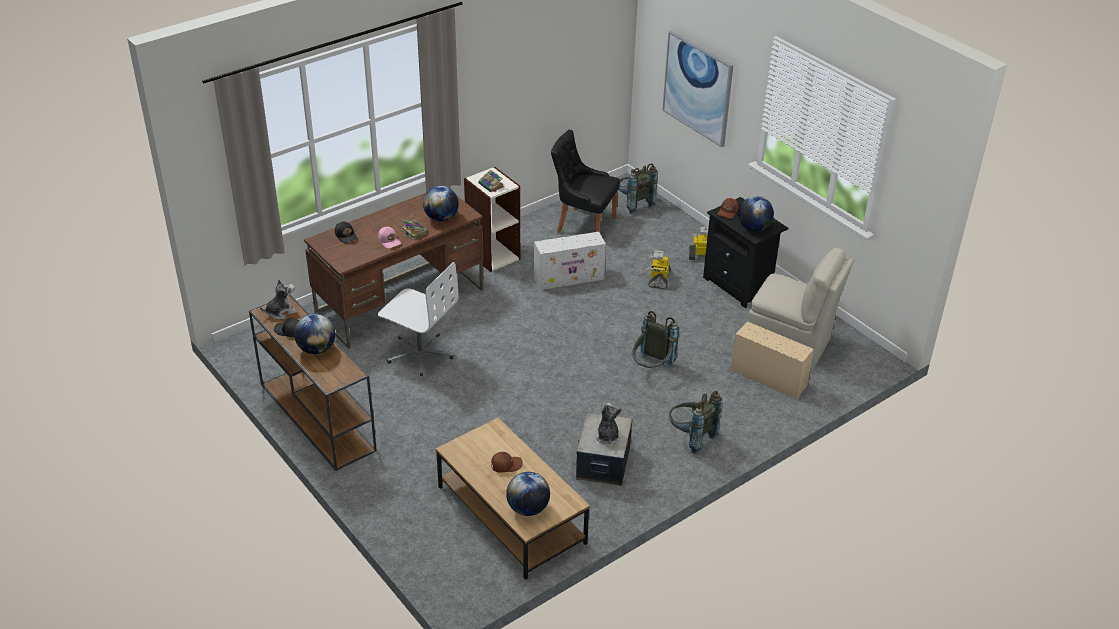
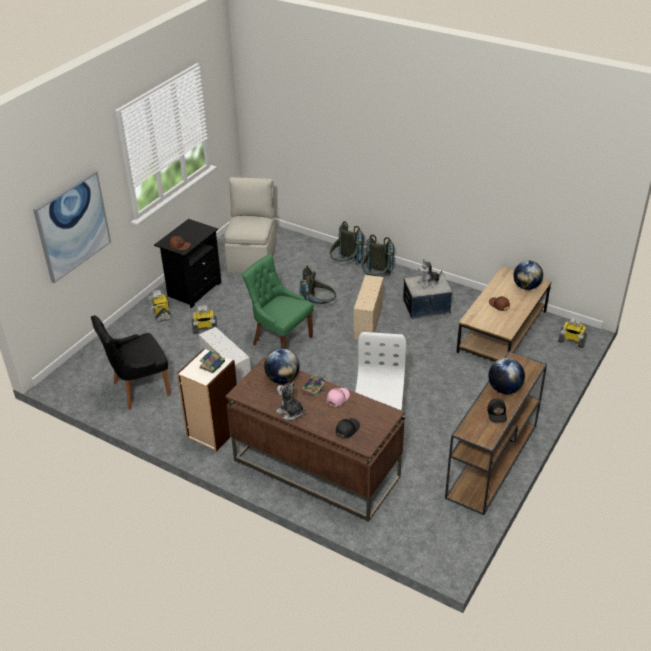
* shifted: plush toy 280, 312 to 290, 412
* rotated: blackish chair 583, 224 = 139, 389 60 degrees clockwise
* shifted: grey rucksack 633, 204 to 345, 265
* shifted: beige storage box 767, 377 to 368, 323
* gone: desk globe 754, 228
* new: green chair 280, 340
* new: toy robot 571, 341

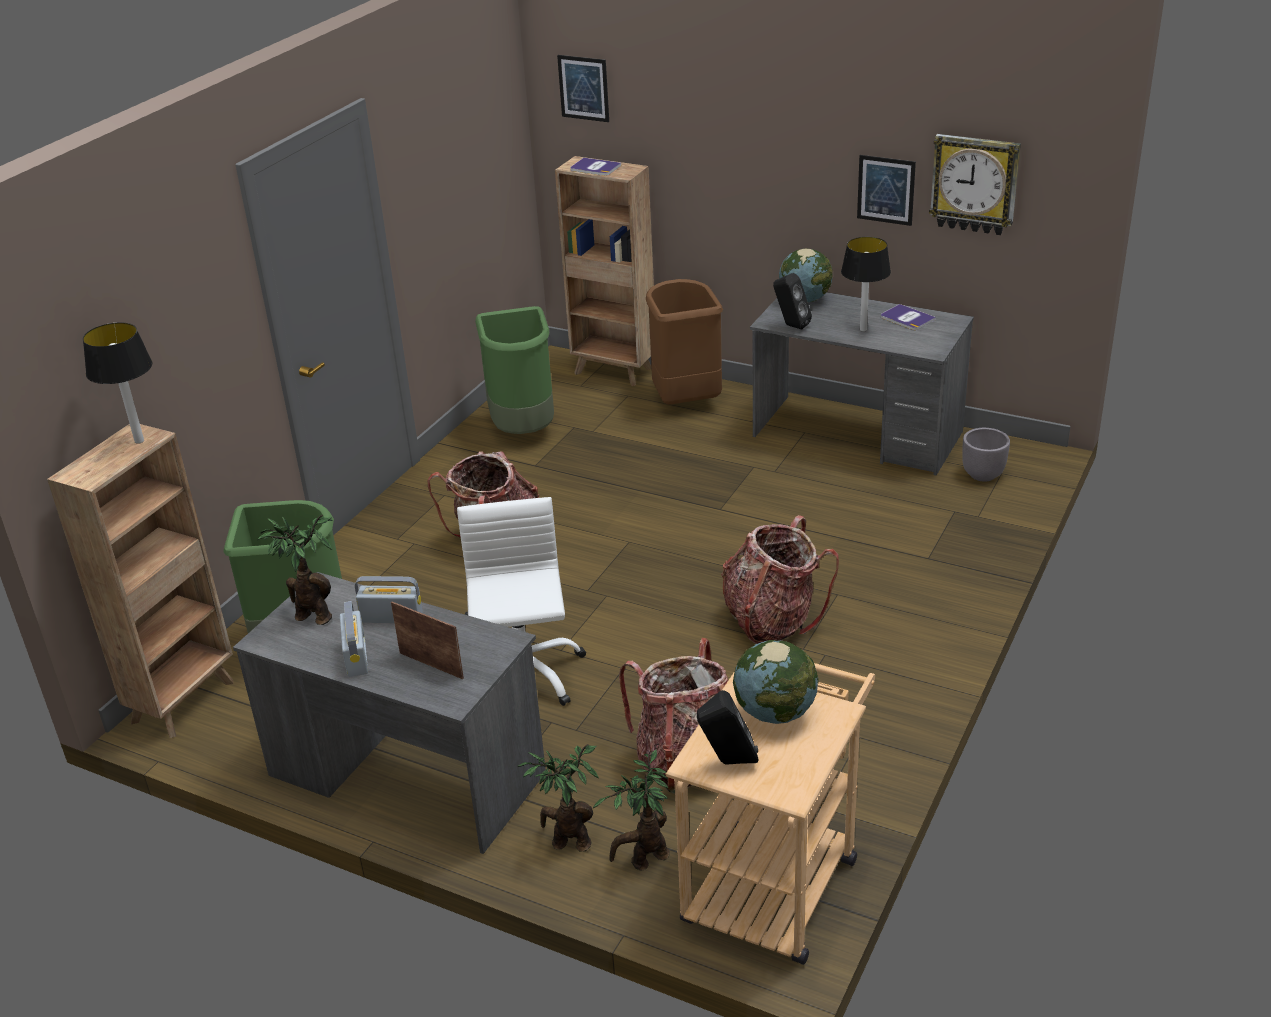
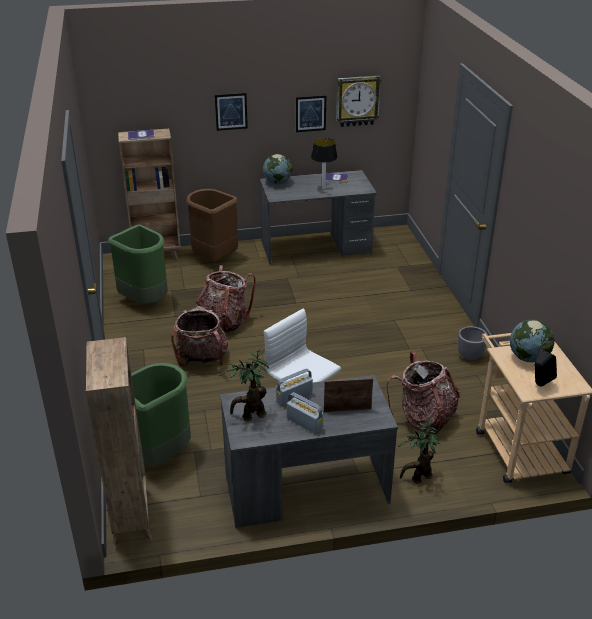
* gone: table lamp 138, 441
* shifted: picture 583, 88 to 231, 111
* gone: potted plant 644, 859
* shifted: rucksack 772, 620 to 224, 321
* gone: blackish loudspeaker 790, 326
* shifted: grey plant pot 983, 475 to 470, 355

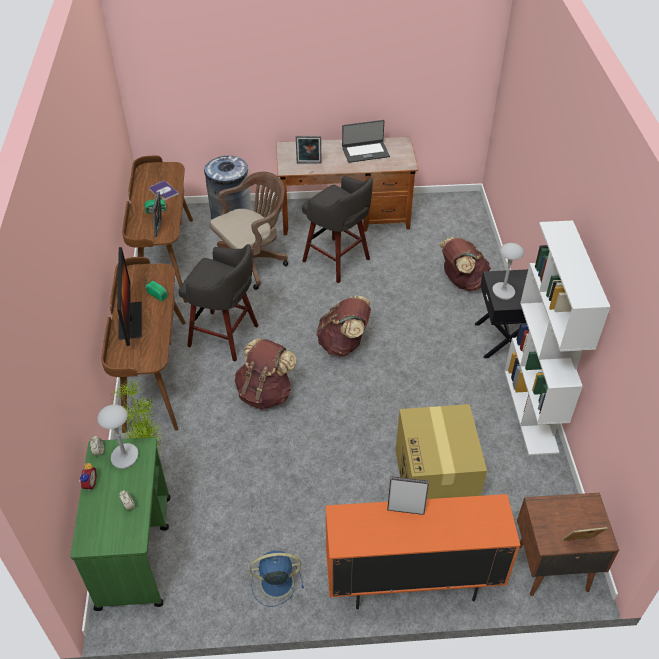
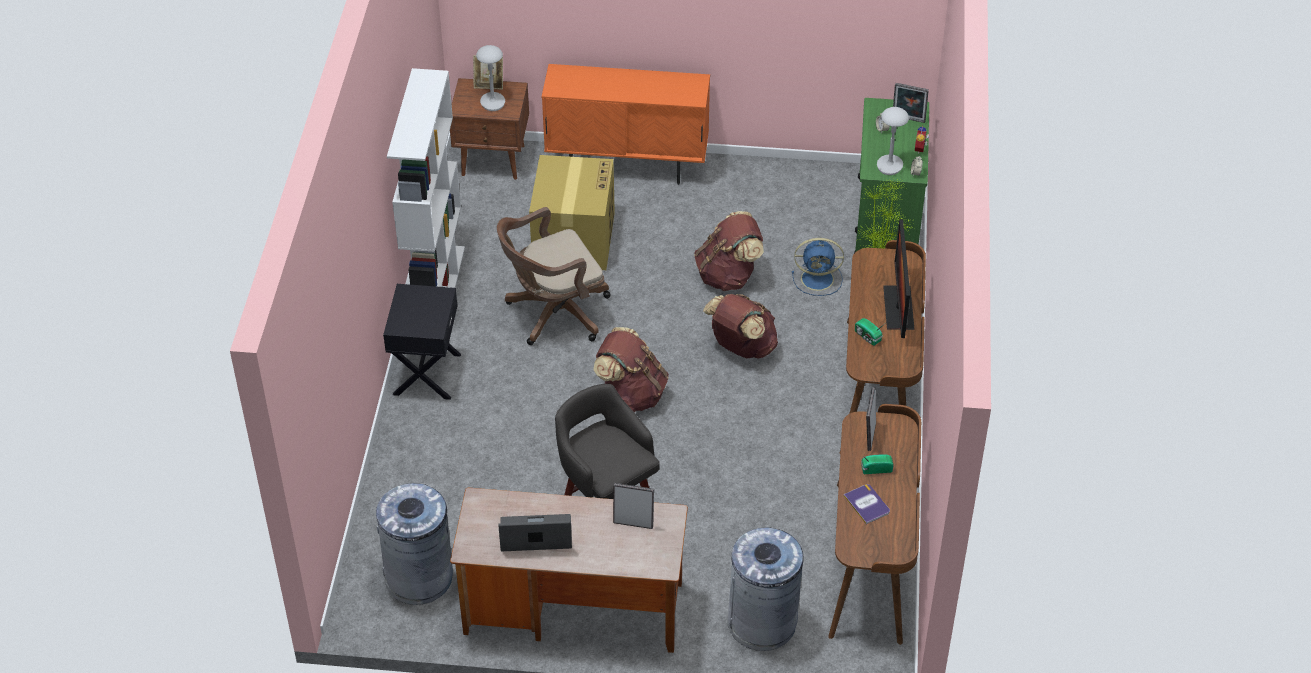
* gone: grey sitting stool 225, 336
* shifted: brown-coloured computer chair 252, 262 to 553, 314
* shifted: blue fan 275, 582 to 819, 279
* shifted: photo frame 406, 509 to 908, 120
* shifted: brown-coloured rucksack 461, 281 to 728, 276
* shifted: grey table lamp 503, 292 to 493, 102
* new: grey trash can 419, 578

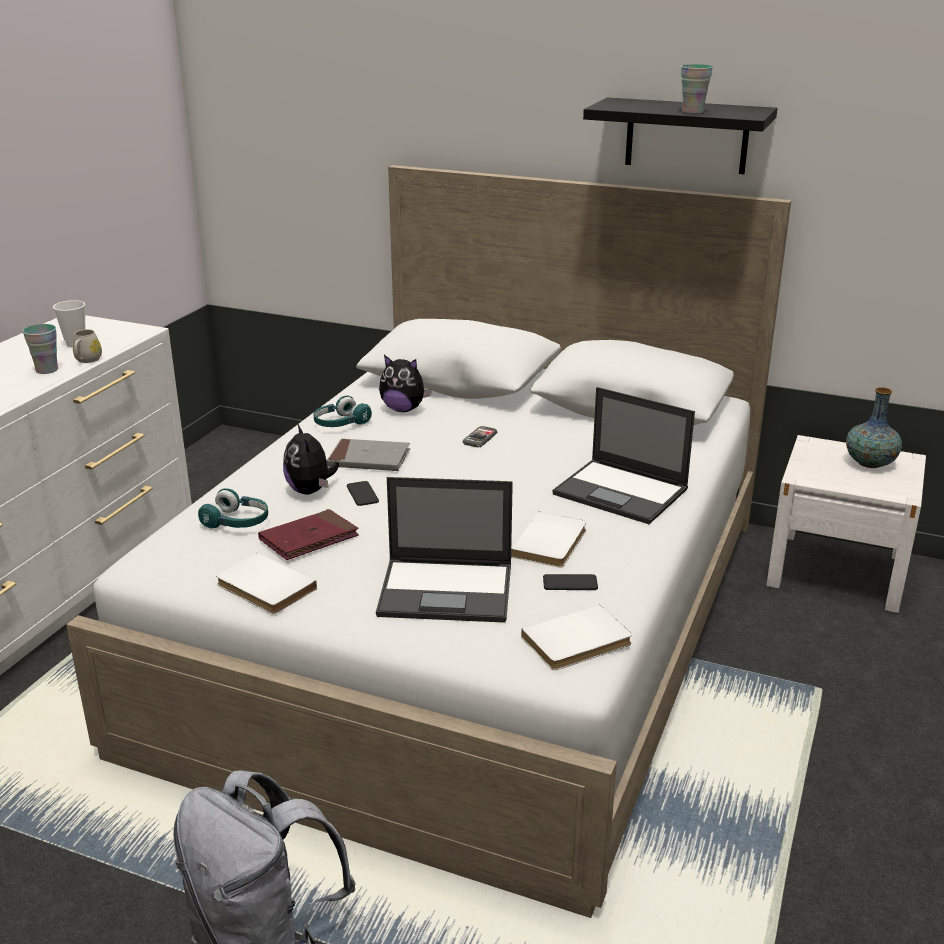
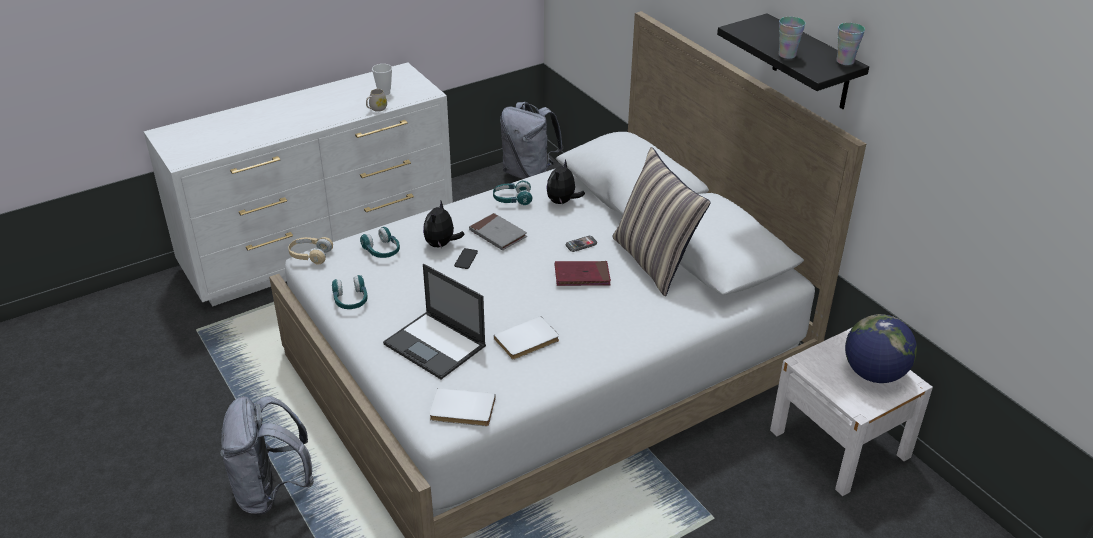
* shifted: drinking cup 47, 370 to 845, 61
* swapped: white bound book 263, 588 to turquoise headset 350, 300
* shifted: red bound book 309, 539 to 582, 276
* rotated: plush toy 403, 409 = 562, 202 60 degrees clockwise
* gone: handset 570, 583
* gone: portable computer 622, 492
* swapped: vase 869, 463 to desk globe 874, 374
* new: beige headset 310, 255
* new: grey rucksack 529, 174
* new: throw pillow 654, 262

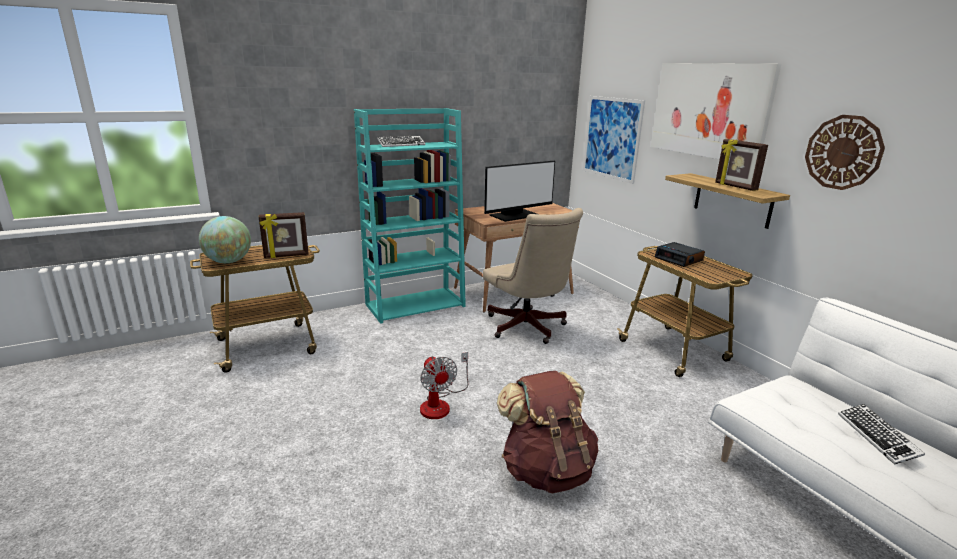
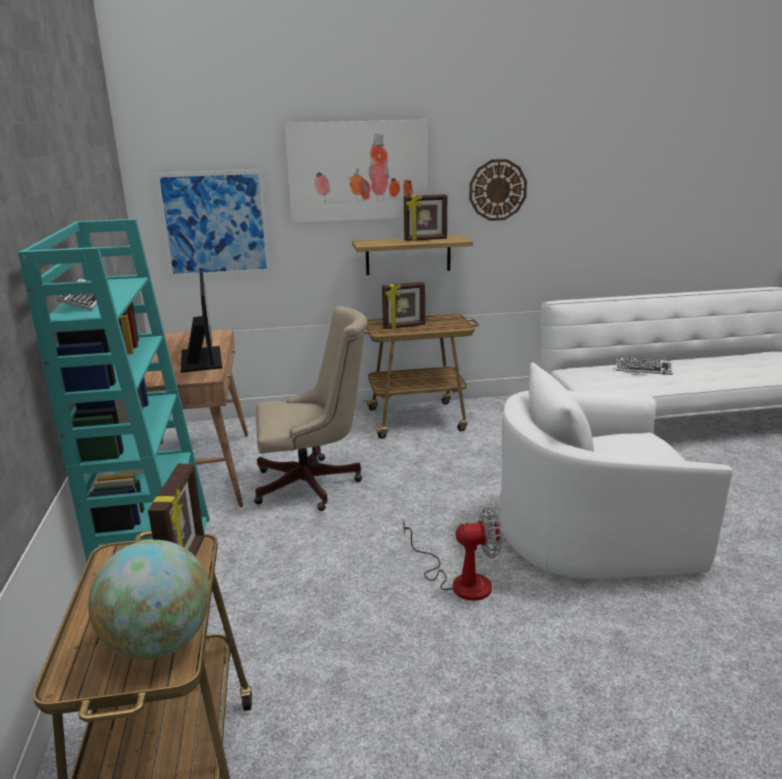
* swapped: brown-coloured rucksack 546, 470 to white lounge chair 592, 533
* swapped: bedside clock 679, 259 to photo frame 404, 326

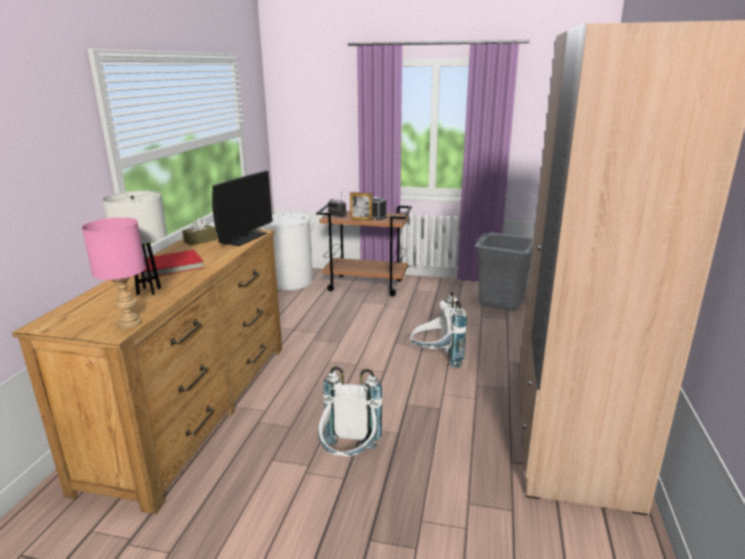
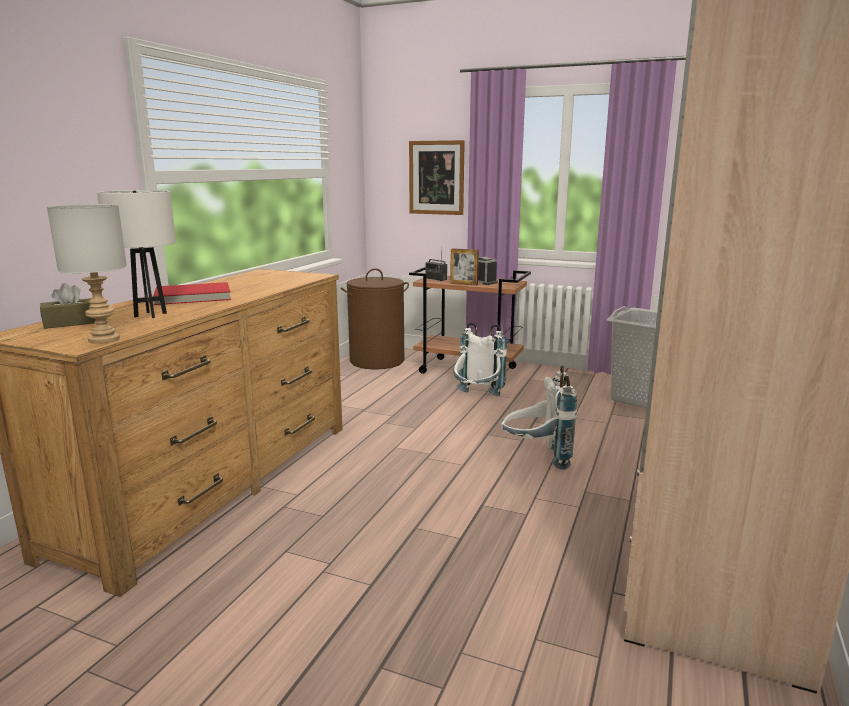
* repainted: pink-coloured table lamp 129, 323 to grey table lamp 103, 339
* shifted: brown-coloured tissue holder 200, 241 to 71, 323
* gone: monitor 245, 238
* repainted: white hamper 290, 281 to brown-coloured hamper 377, 361
* shifted: white rucksack 349, 458 to 477, 399
* new: picture 436, 177

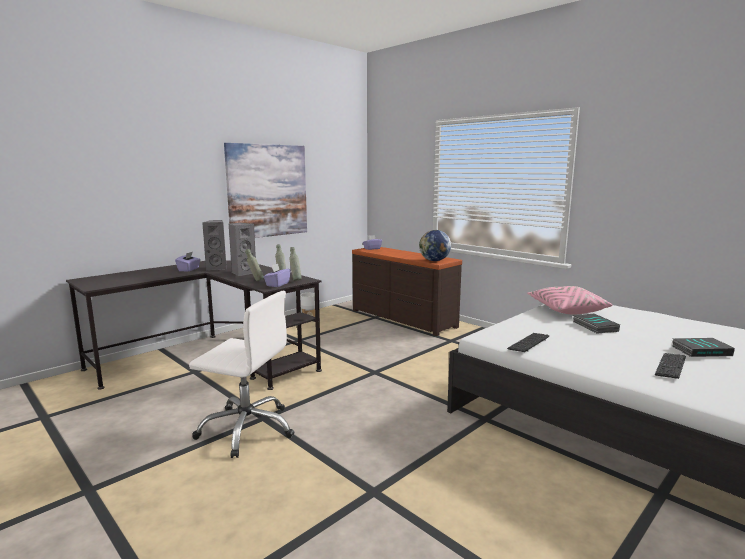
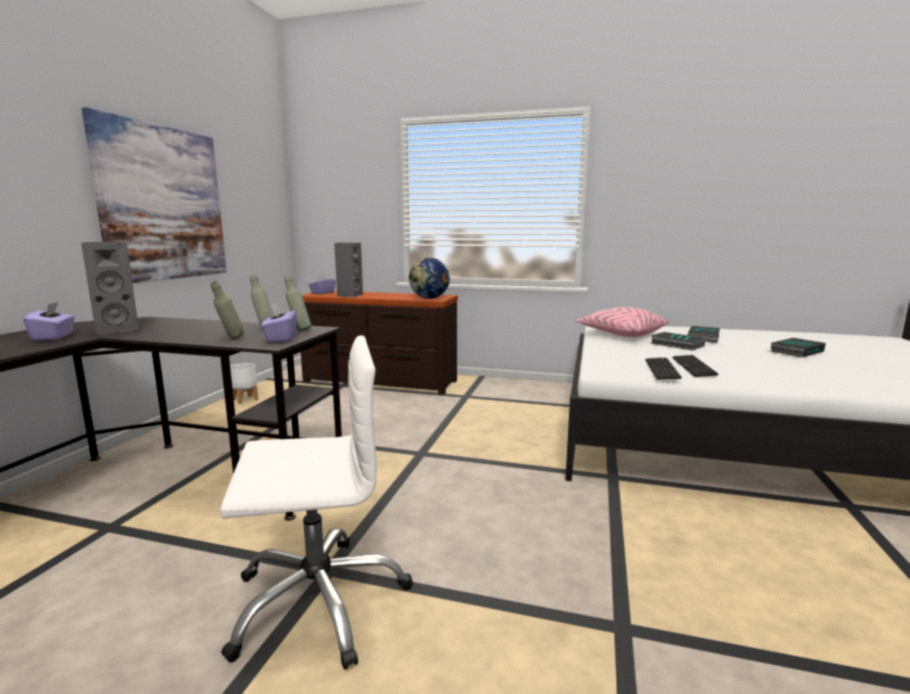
* shifted: grey loudspeaker 243, 273 to 349, 295
* shifted: computer keyboard 670, 367 to 693, 367
* new: bound book 704, 337

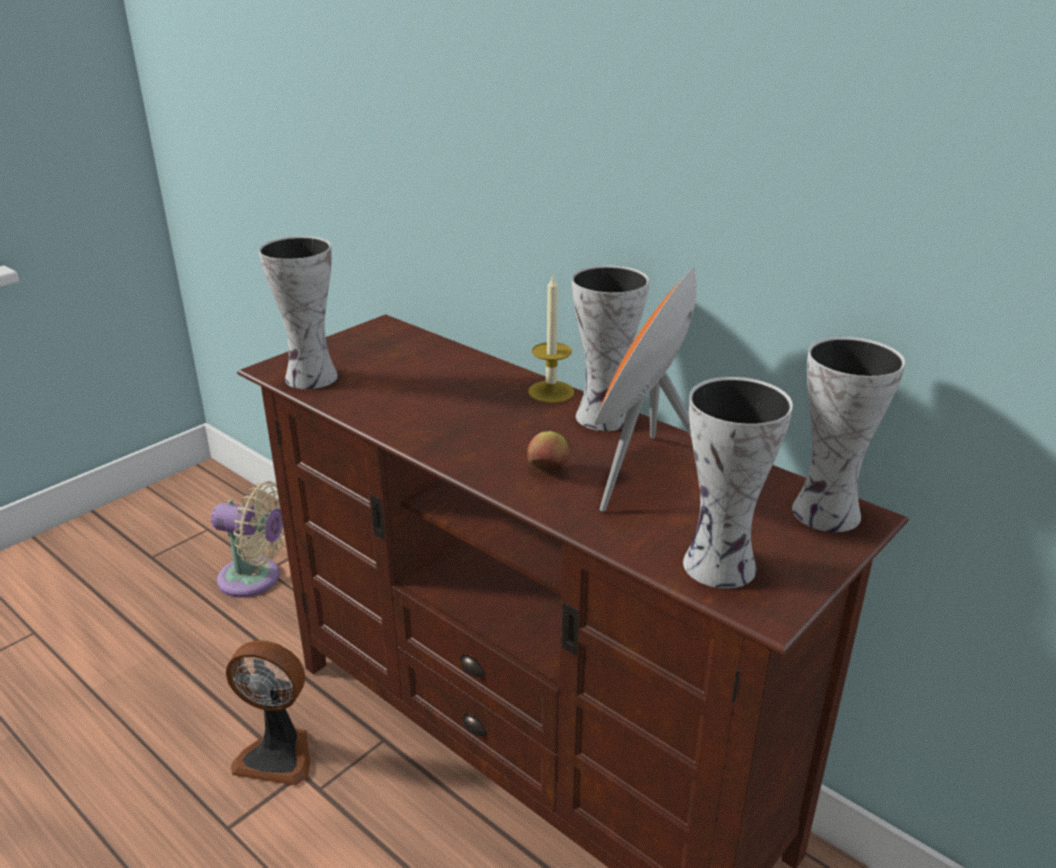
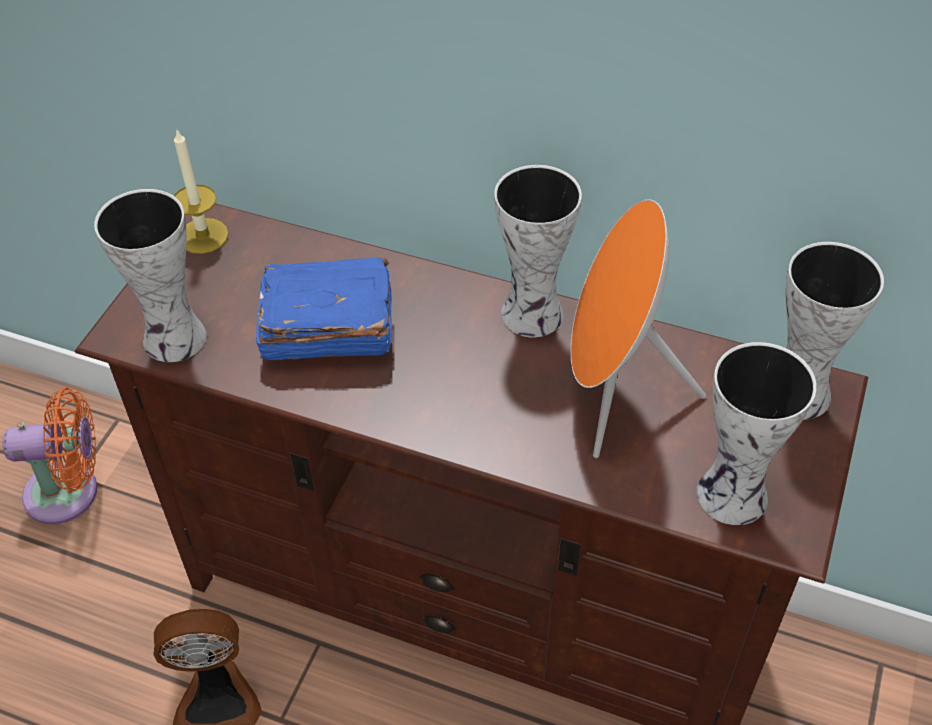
* repainted: beige fan 255, 579 to orange-coloured fan 69, 492
* gone: whole apple 548, 471
* shifted: candle 551, 392 to 203, 236
* new: blue bound book 326, 328

